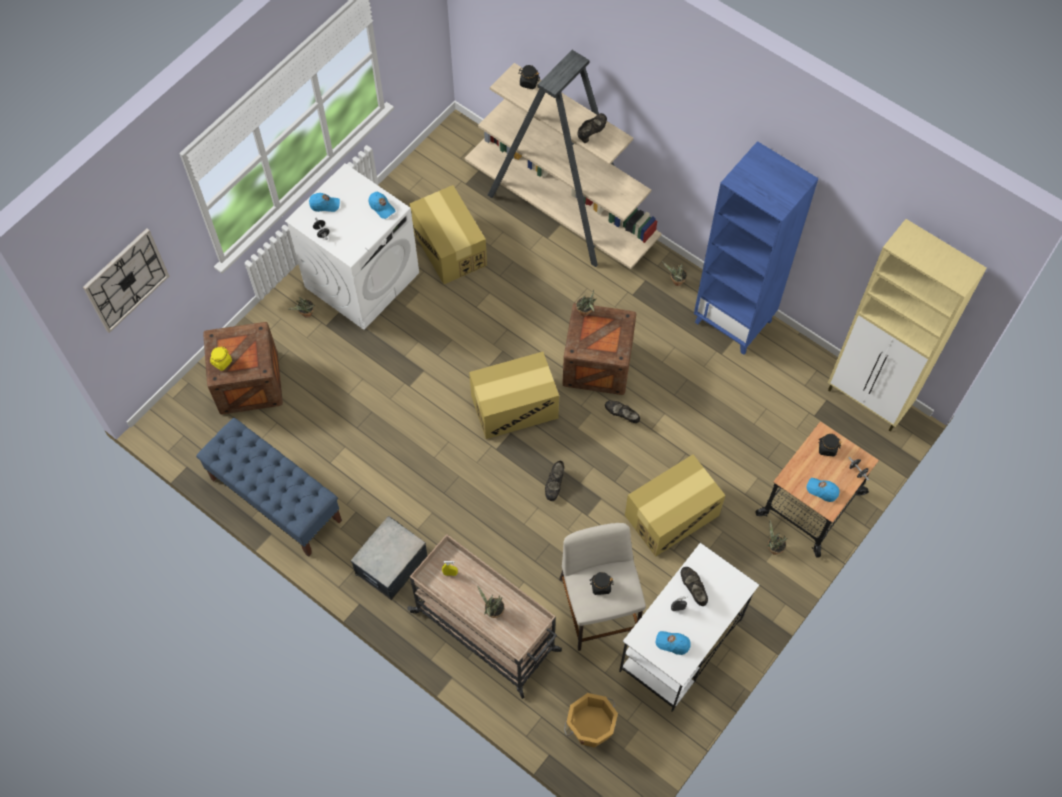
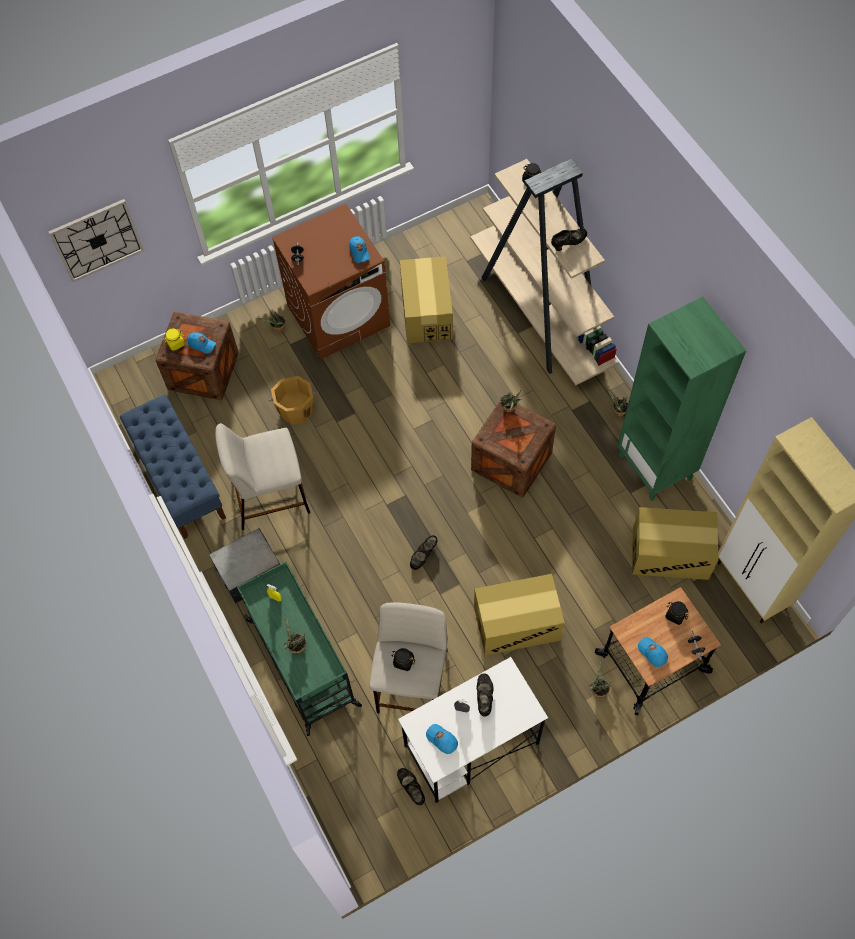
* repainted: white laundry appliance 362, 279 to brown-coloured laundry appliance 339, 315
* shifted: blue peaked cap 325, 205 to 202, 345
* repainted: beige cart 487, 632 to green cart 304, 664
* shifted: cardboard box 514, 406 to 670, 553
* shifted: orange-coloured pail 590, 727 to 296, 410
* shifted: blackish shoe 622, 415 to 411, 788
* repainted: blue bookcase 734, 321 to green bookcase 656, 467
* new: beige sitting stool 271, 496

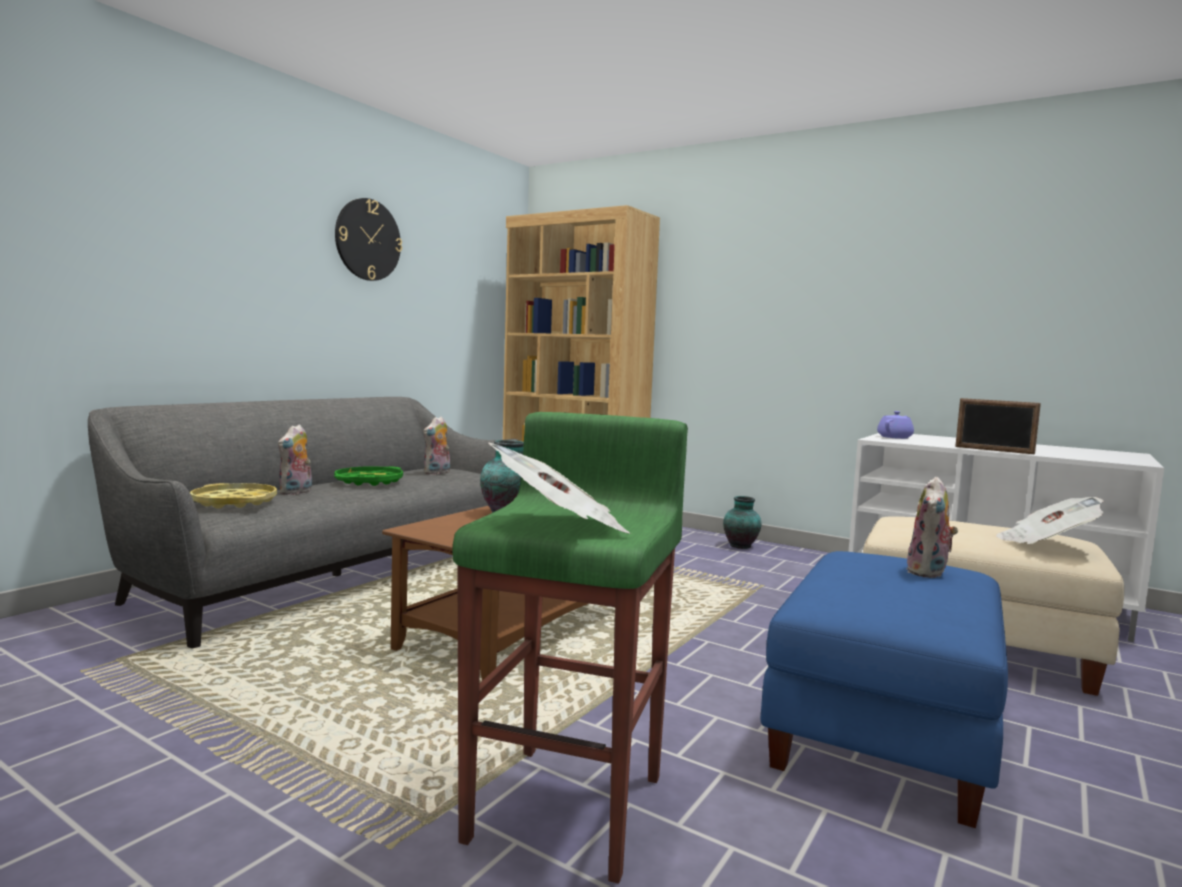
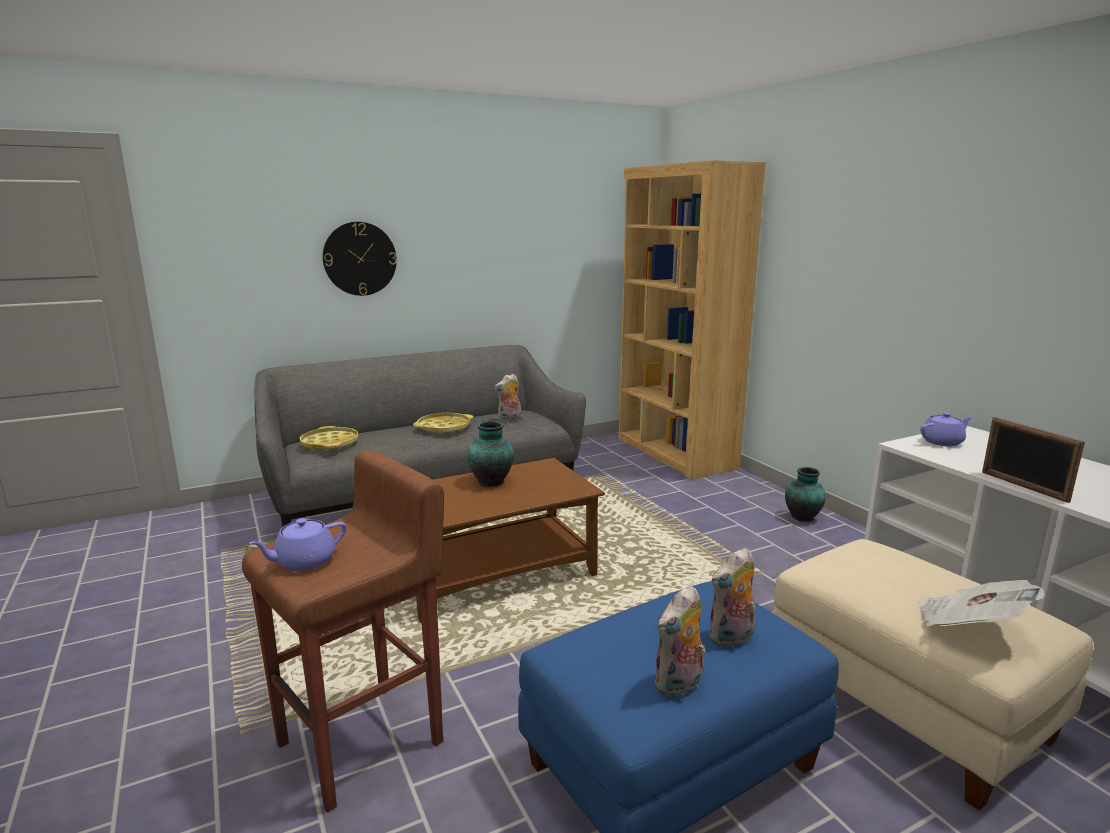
* shifted: plush toy 296, 492 to 679, 685
* repainted: green carrying tray 369, 481 to yellowish carrying tray 444, 427
* shifted: hanging clock 368, 240 to 360, 259
* repainted: green sitting stool 570, 805 to brown-coloured sitting stool 364, 742
* swapped: printed paper 560, 526 to purplish tea pot 304, 561

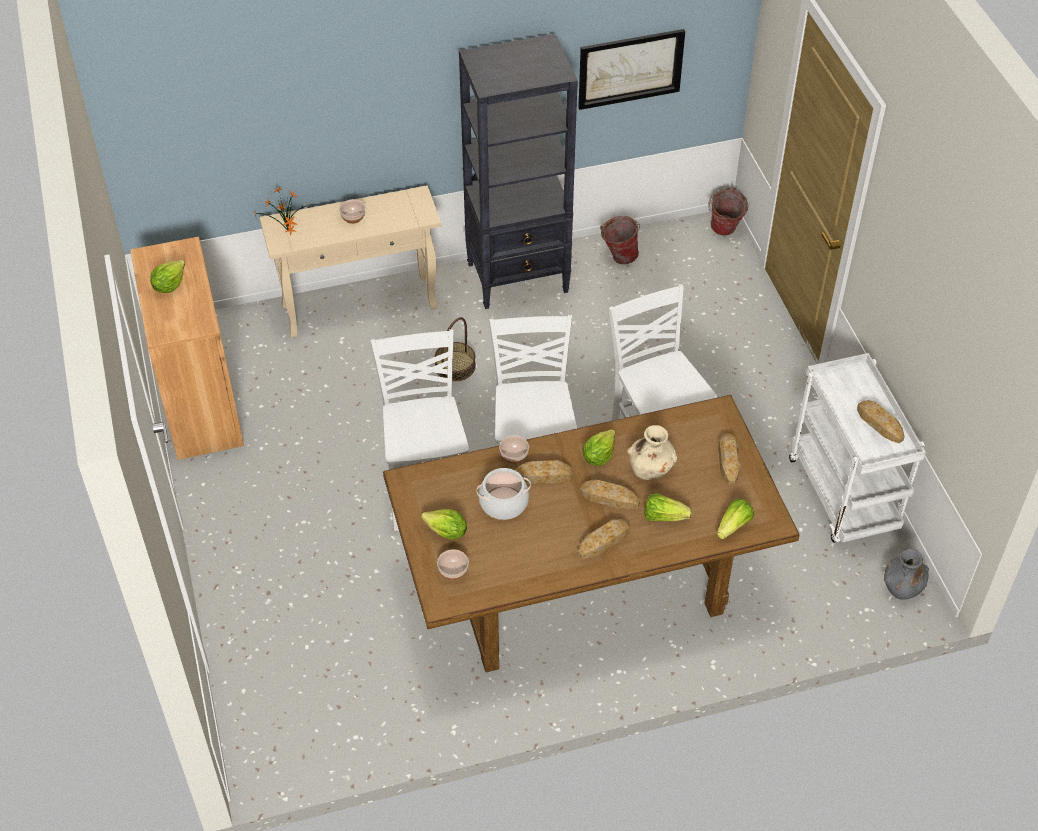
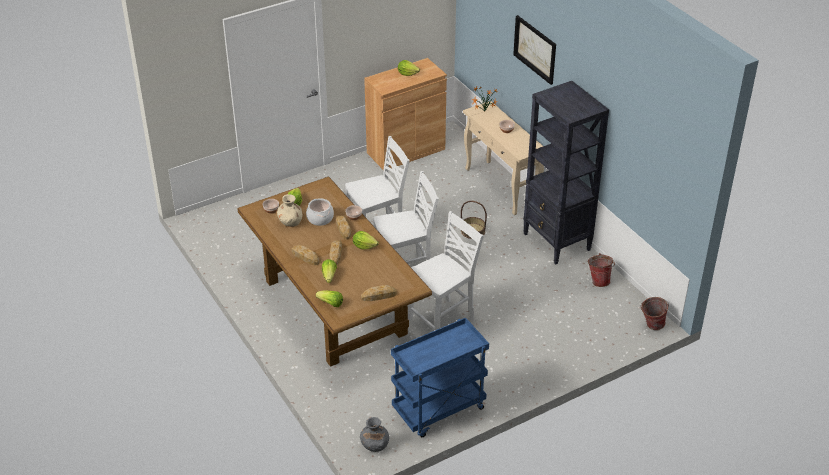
* shifted: picture 630, 68 to 535, 49
* shifted: beige vase 651, 469 to 290, 222
* repainted: white cart 844, 496 to blue cart 439, 411
* gone: bakery bread 879, 424

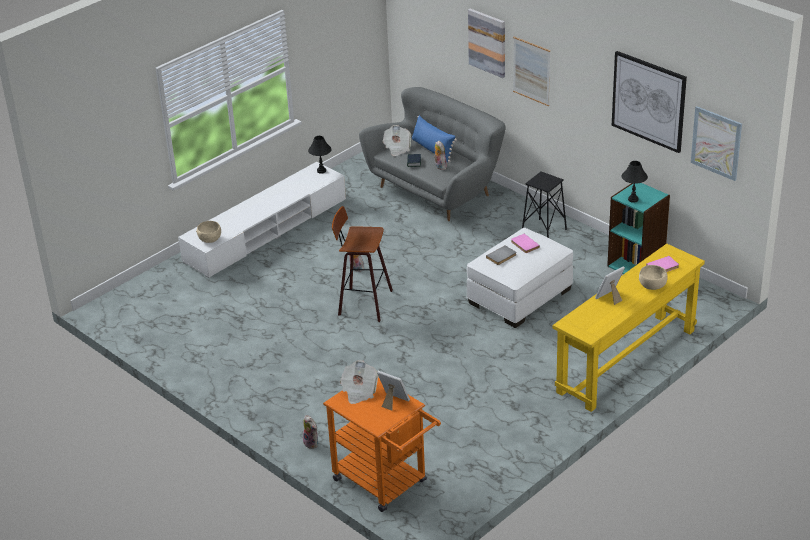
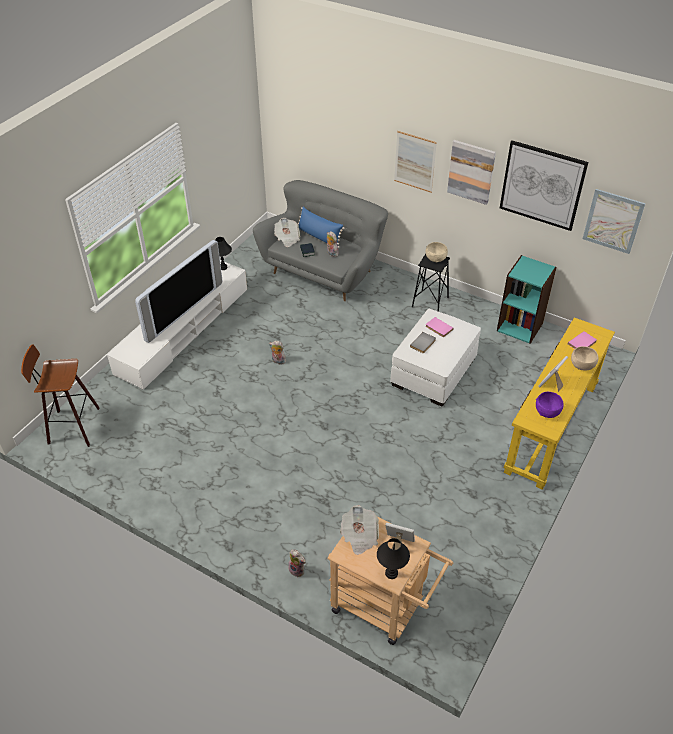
* shifted: beige deep dish 210, 239 to 435, 258
* repainted: orange-coloured cart 385, 483 to beige cart 384, 608
* shifted: sitting stool 363, 303 to 71, 427
* shifted: picture 487, 42 to 471, 171
* shifted: blackish table lamp 633, 199 to 391, 573
* new: TV 182, 310
* new: purplish deep dish 547, 411

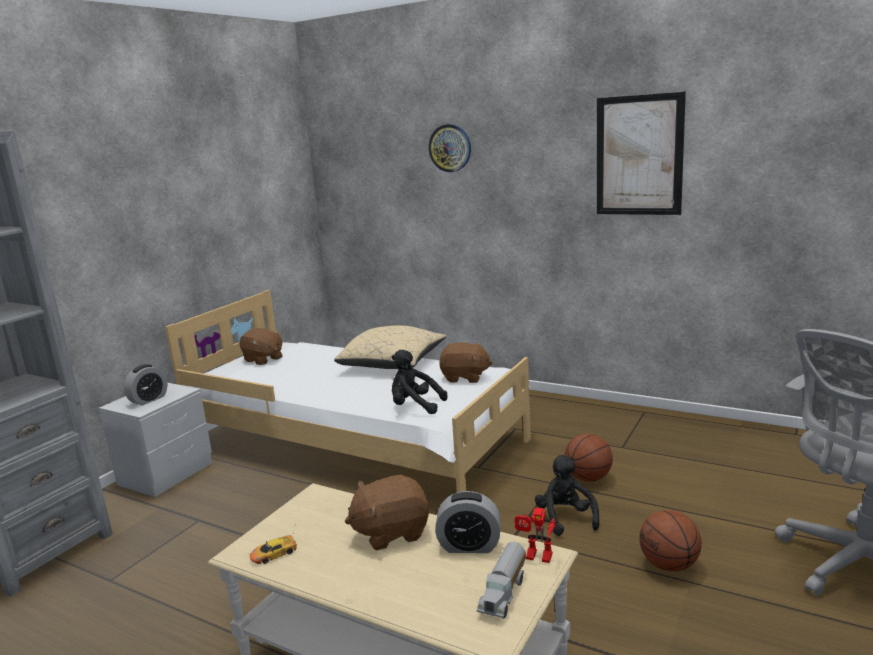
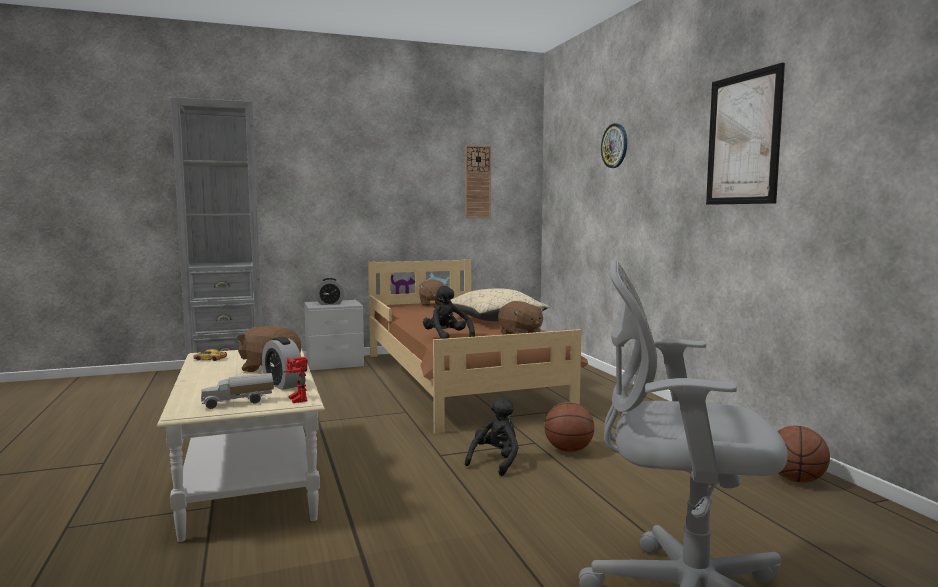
* repainted: white bed 357, 442 to brown-coloured bed 458, 381
* shifted: basketball 669, 565 to 796, 480
* new: hanging clock 477, 182

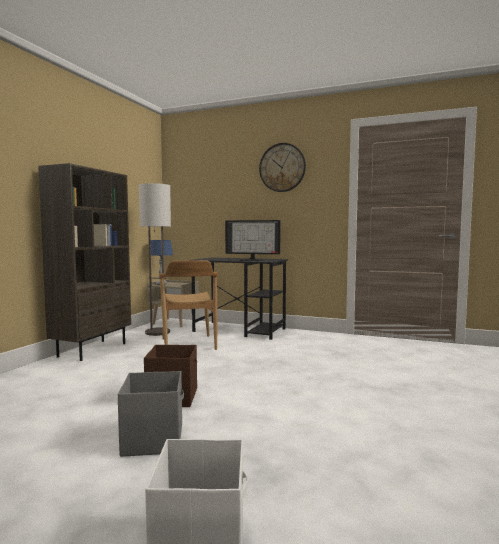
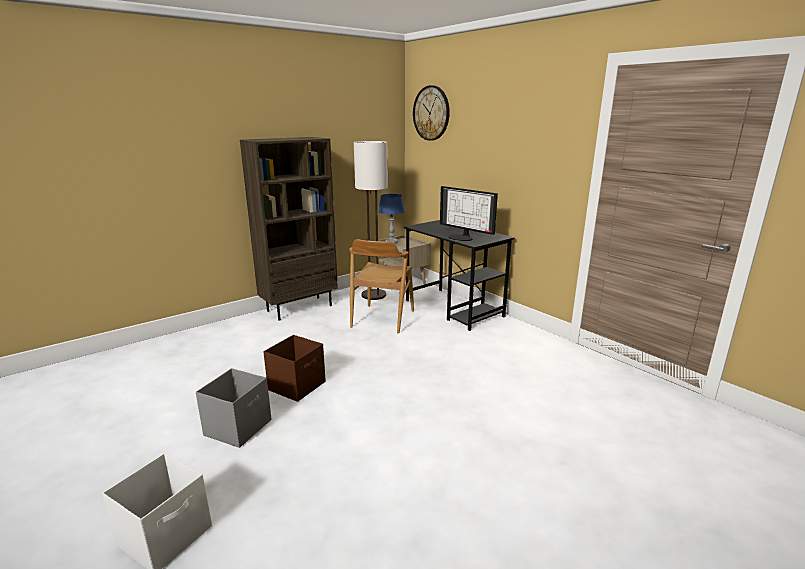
* shifted: hanging clock 282, 167 to 431, 113

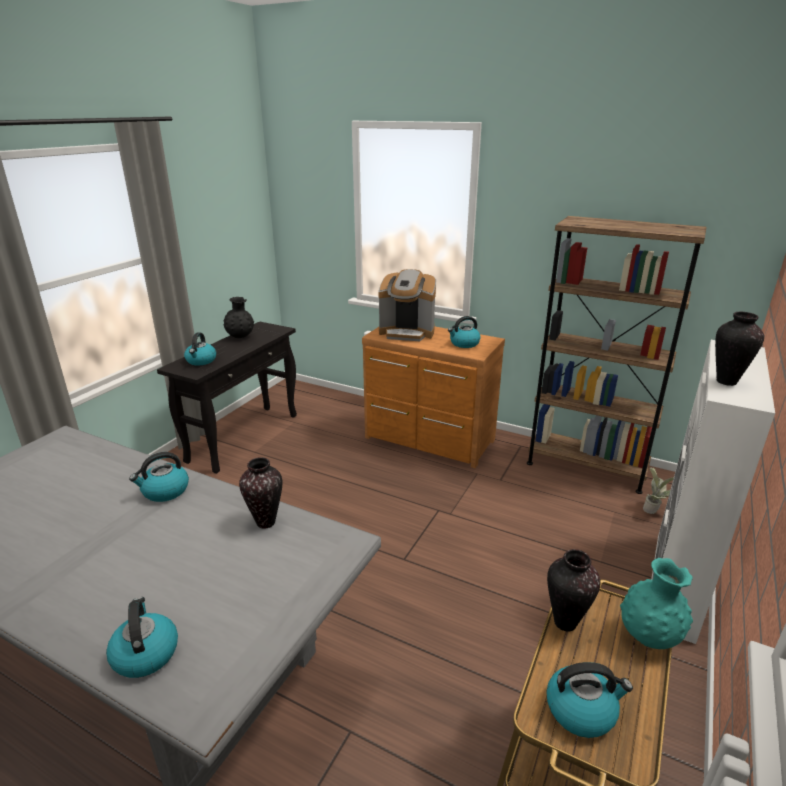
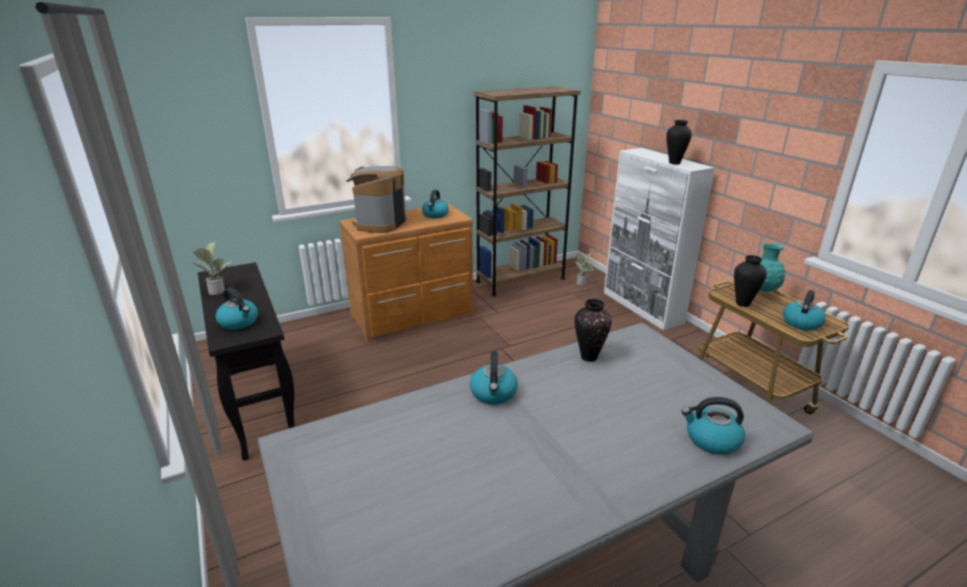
* swapped: blackish vase 240, 337 to potted plant 218, 290
* rotated: coffee machine 407, 332 = 379, 223 150 degrees clockwise

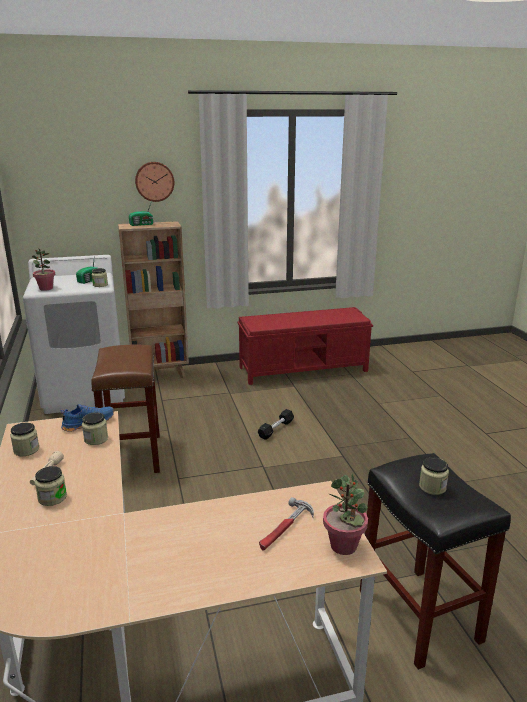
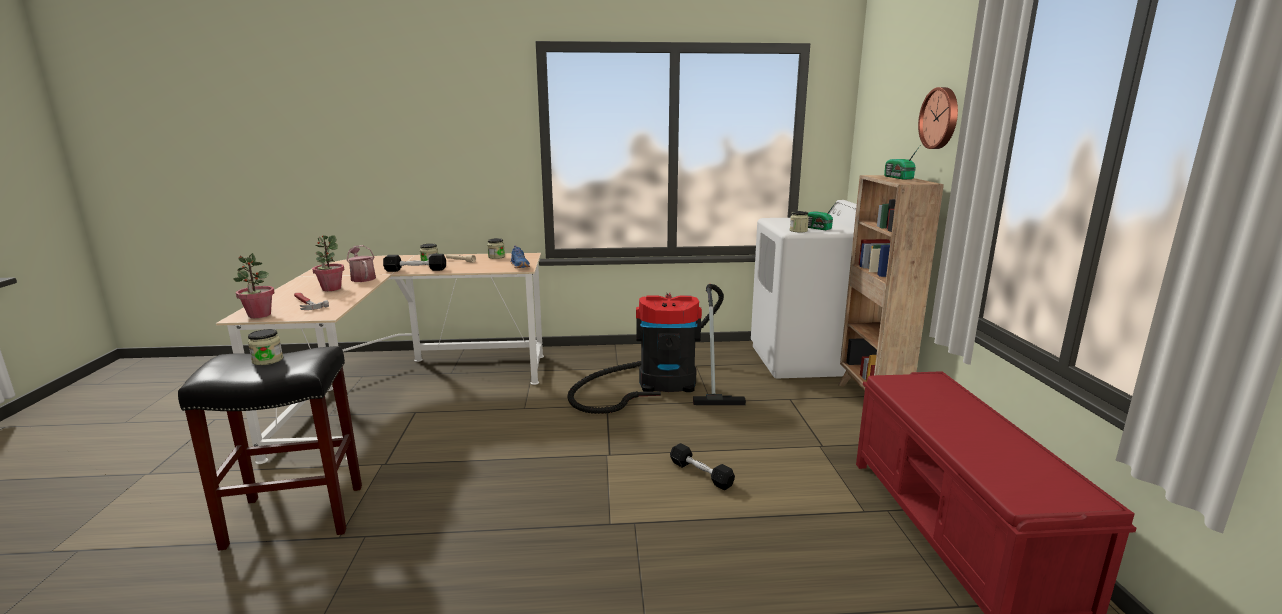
* shifted: potted plant 46, 288 to 331, 289
* gone: jar 96, 439
* swapped: brown-coloured sitting stool 132, 455 to hoover 660, 384
* new: sprinkling can 362, 278
* new: blackish hand weight 416, 270

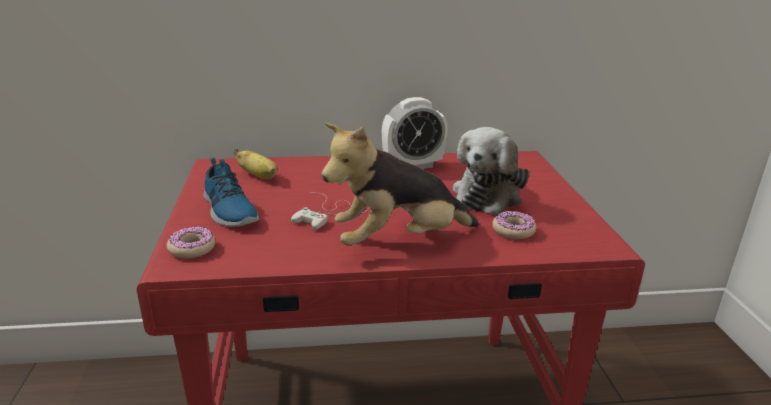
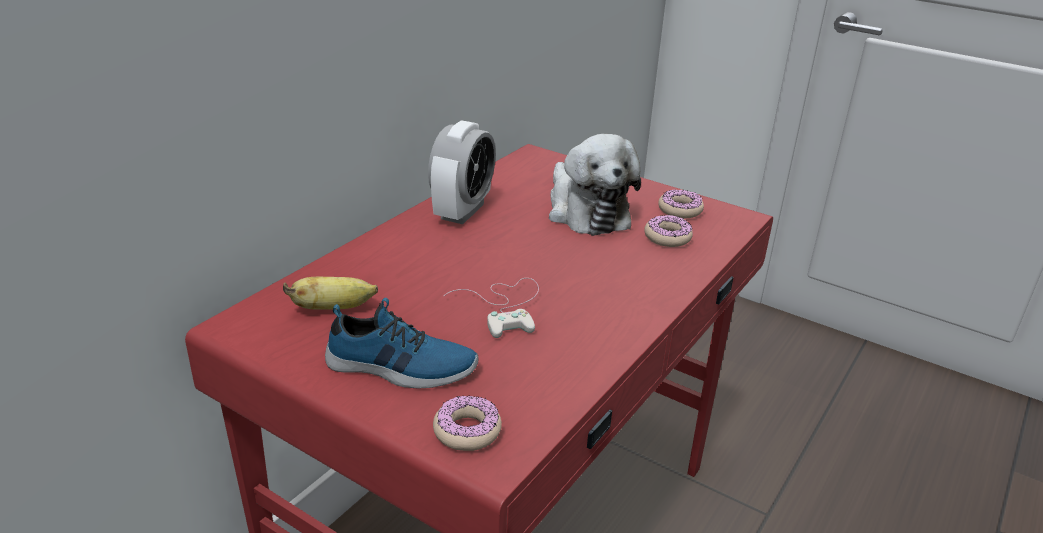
* gone: plush toy 398, 241
* new: ring doughnut 680, 210

